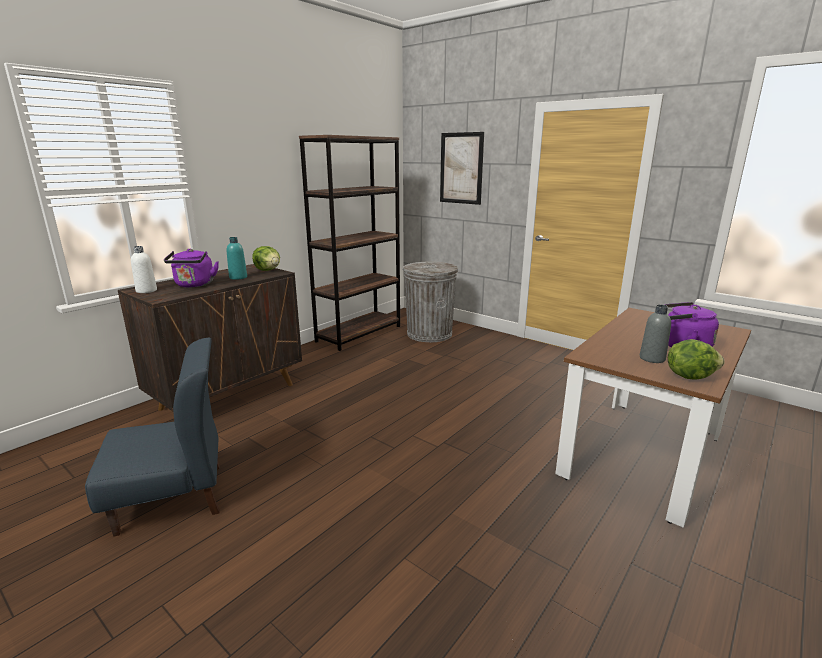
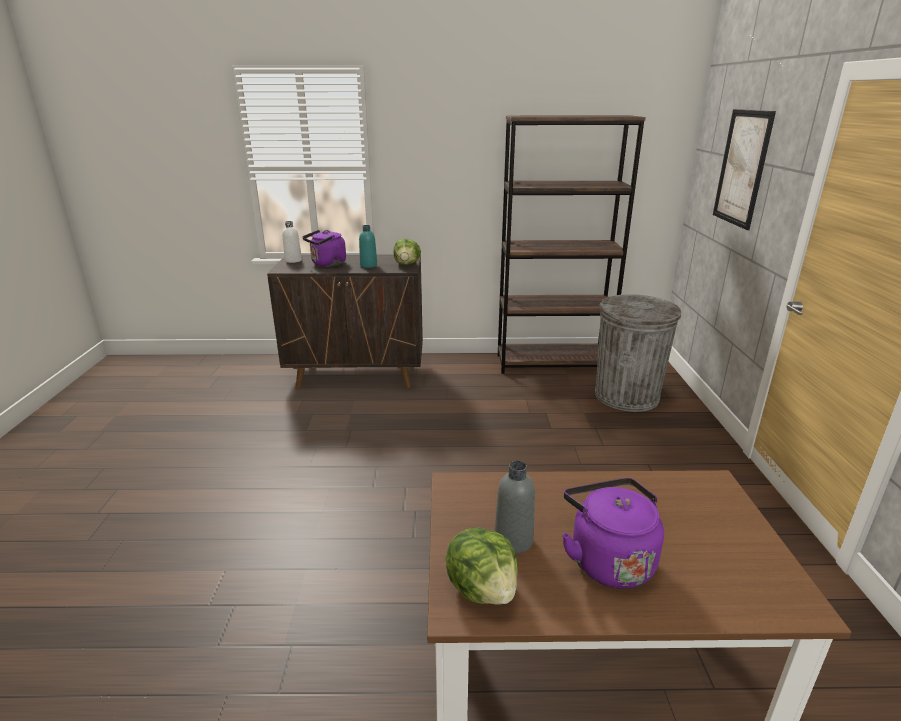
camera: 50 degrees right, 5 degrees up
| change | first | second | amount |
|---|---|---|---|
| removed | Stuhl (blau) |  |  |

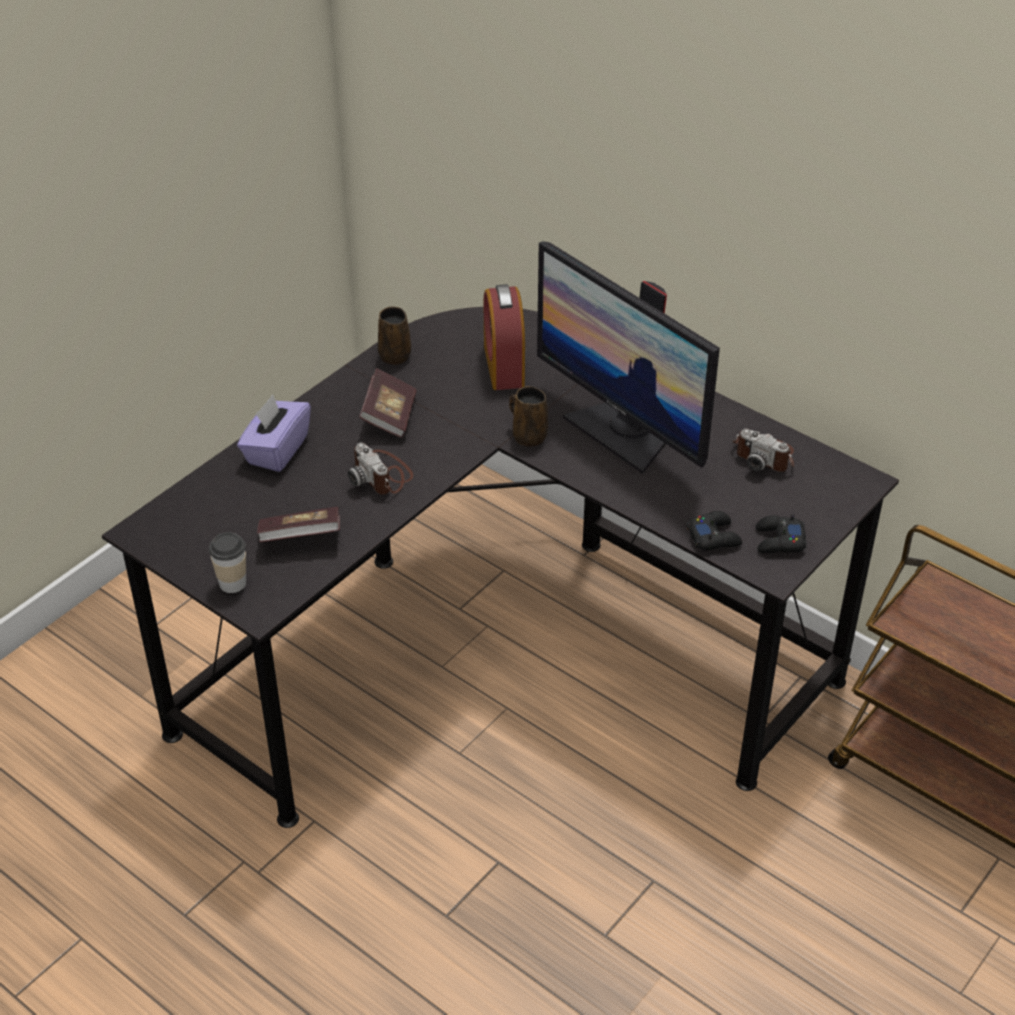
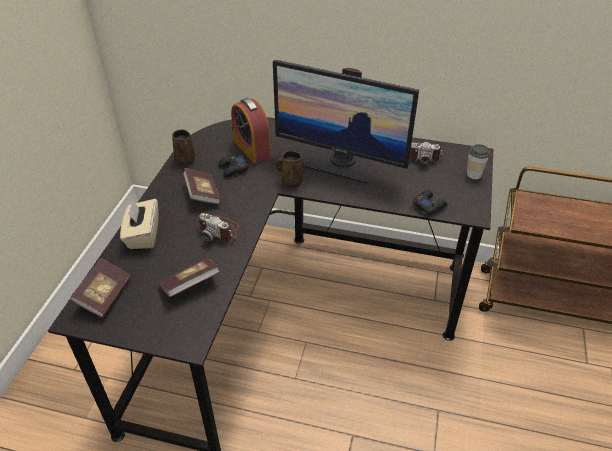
camera: 25 degrees left, 0 degrees up
| change | first | second | amount |
|---|---|---|---|
| added |  | Buch (1st from left) |  |
| recoloured | Taschentuchbox (lila) | Taschentuchbox (beige) |  |
| moved | Gamepad (schwarz) (2nd from left in the first image) | Gamepad (schwarz) (1st from left) |  |
| moved | Tasse |  |  |

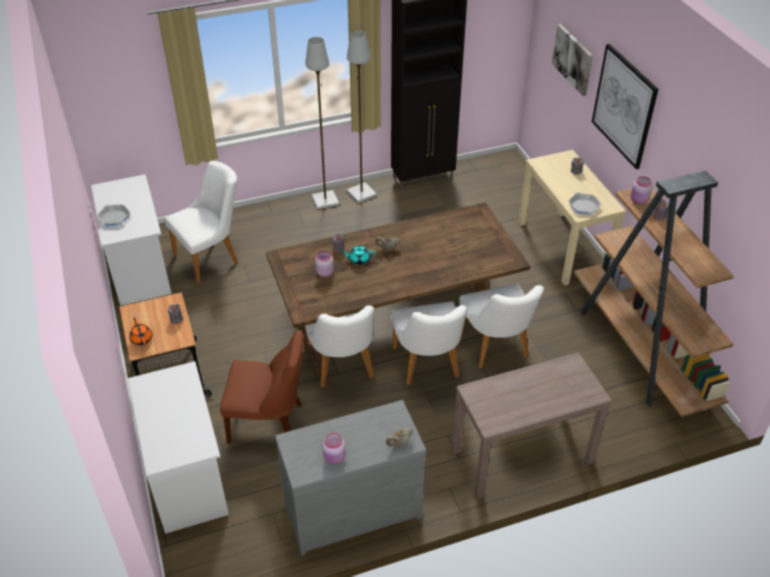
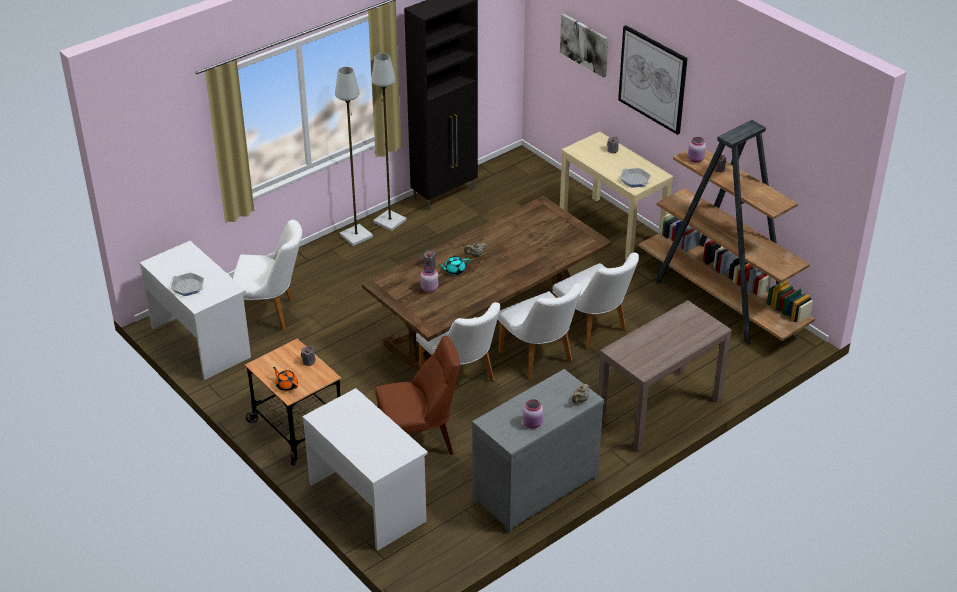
camera: 20 degrees left, 5 degrees down
| change | first | second | amount |
|---|---|---|---|
| turned | Stuhl (weiß) (1st from left) |  | 60 degrees clockwise |

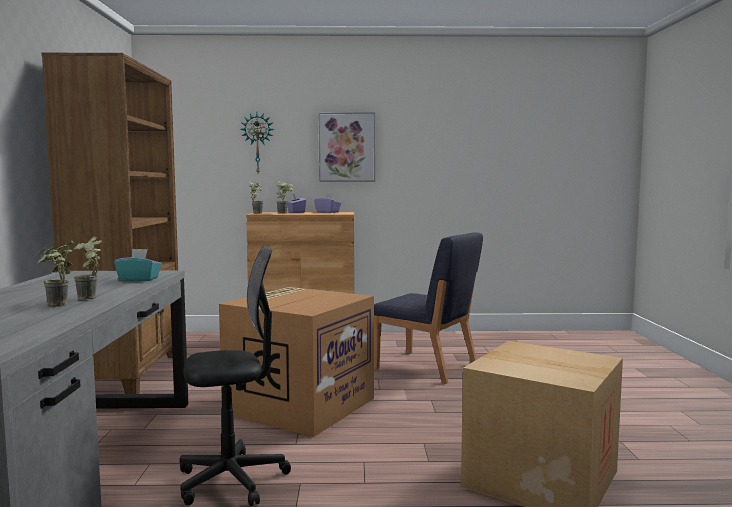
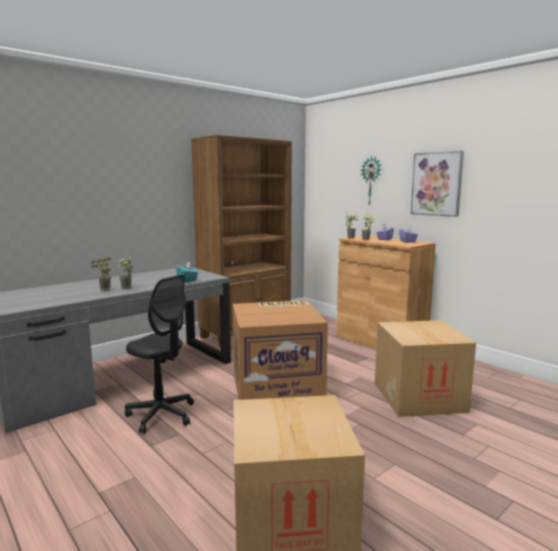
camera: 50 degrees right, 5 degrees up
| change | first | second | amount |
|---|---|---|---|
| replaced | Stuhl (blau) | Karton (3rd from left) |  |

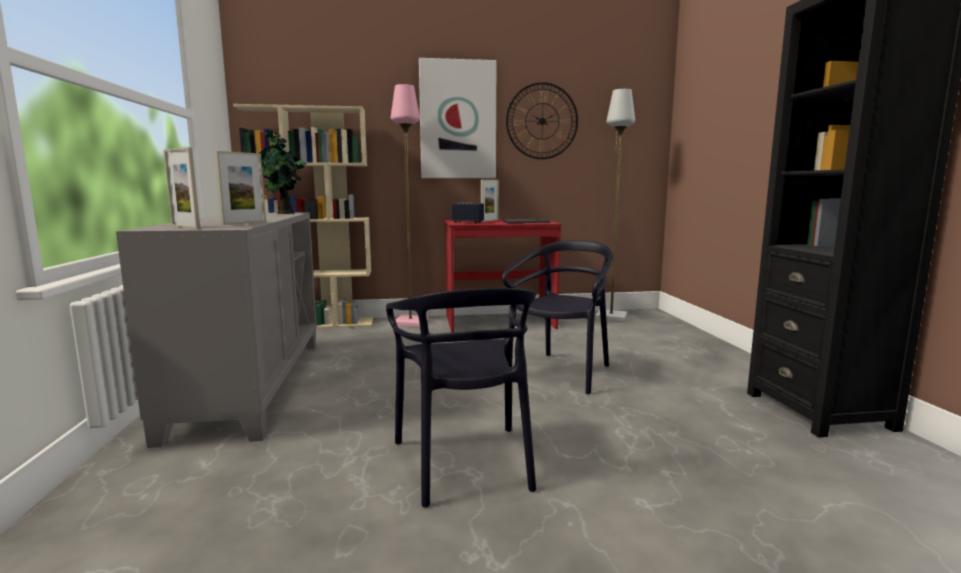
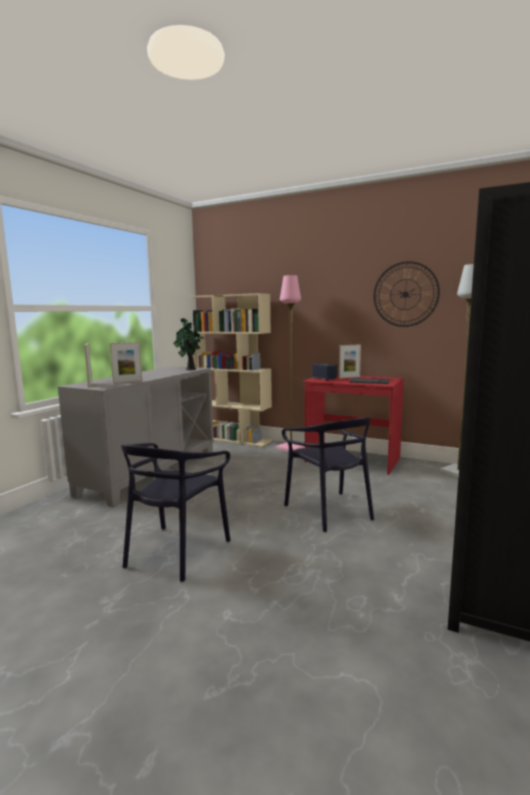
camera: 35 degrees right, 0 degrees up
| change | first | second | amount |
|---|---|---|---|
| turned | Stuhl (schwarz) (2nd from left) |  | 90 degrees clockwise |
| removed | Bild |  |  |

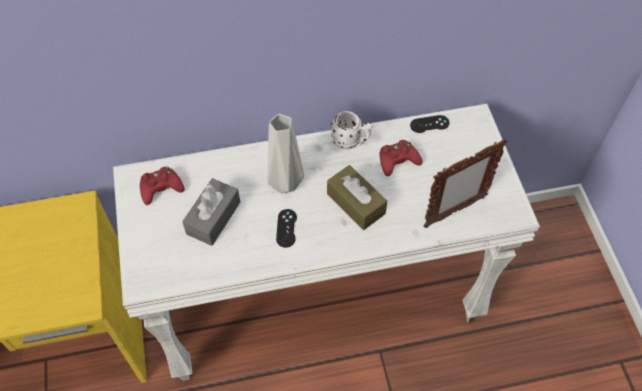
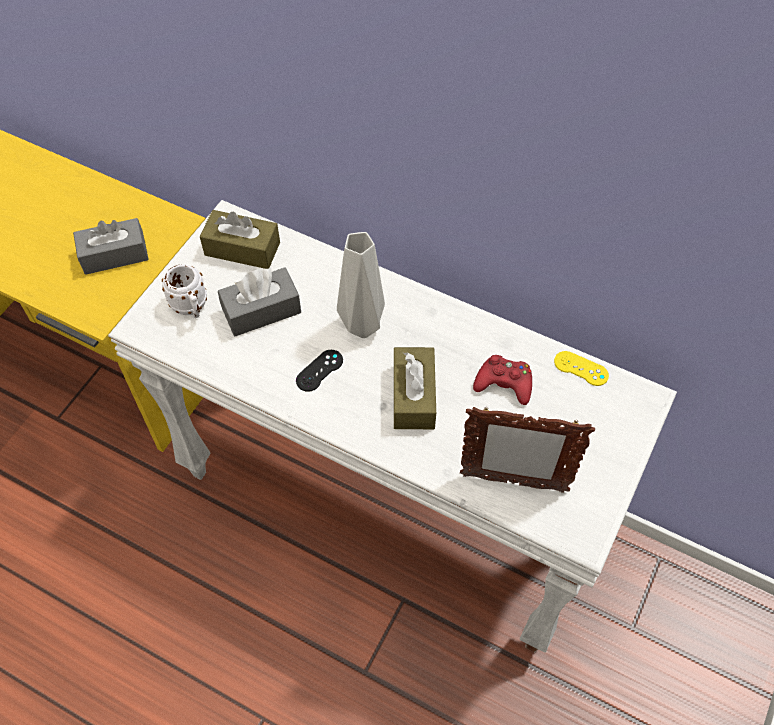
camera: 40 degrees right, 0 degrees up
| change | first | second | amount |
|---|---|---|---|
| added |  | Taschentuchbox (grau) (1st from left) |  |
| moved | Henkelbecher (weiß) |  |  |
| replaced | Gamepad (rot) (1st from left) | Taschentuchbox (braun) (1st from left) |  |
| recoloured | Gamepad (schwarz) (2nd from left) | Gamepad (gelb) |  |

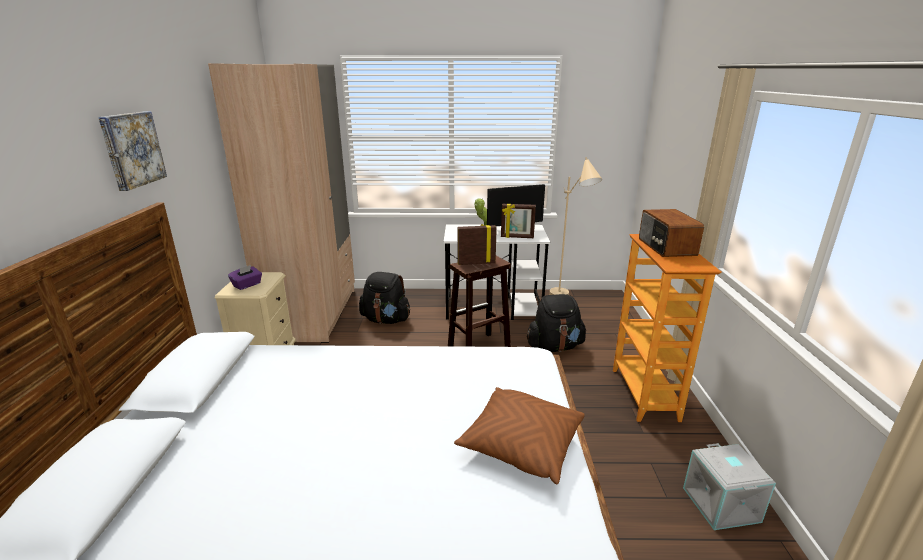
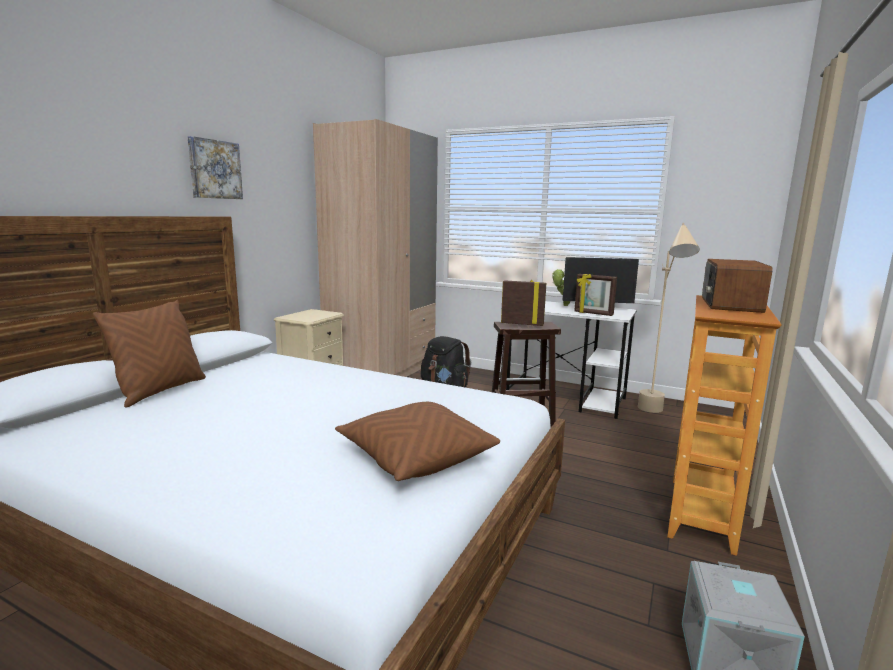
camera: 25 degrees right, 10 degrees down
| change | first | second | amount |
|---|---|---|---|
| added |  | Kissen (braun) (1st from left) |  |
| removed | Taschentuchbox (lila) |  |  |
| removed | Rucksack (schwarz) (2nd from left) |  |  |

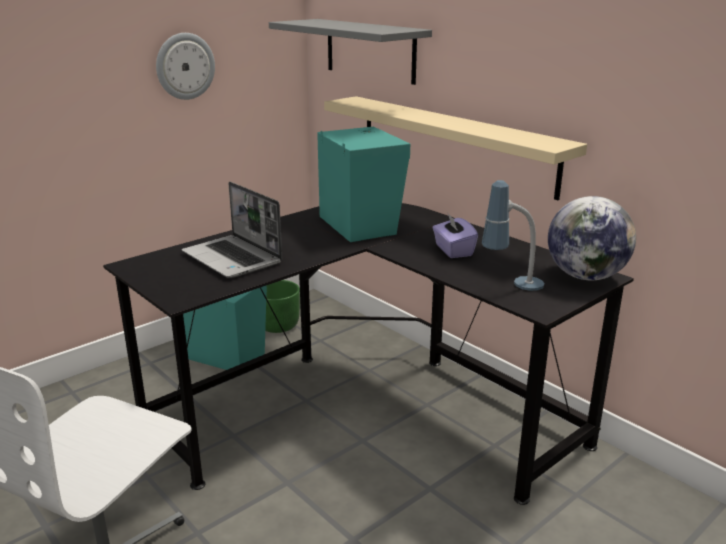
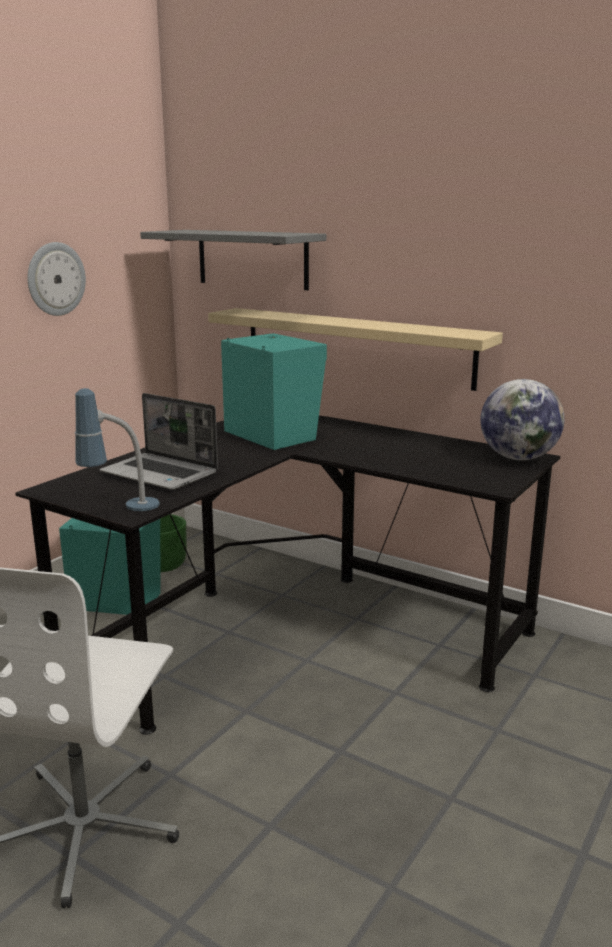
camera: 15 degrees left, 5 degrees down
| change | first | second | amount |
|---|---|---|---|
| moved | Tischlampe |  |  |
| removed | Taschentuchbox (lila) |  |  |

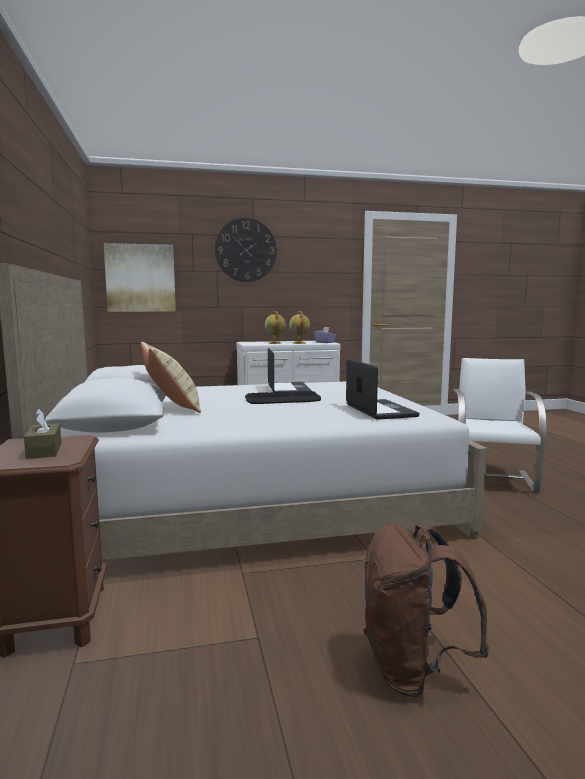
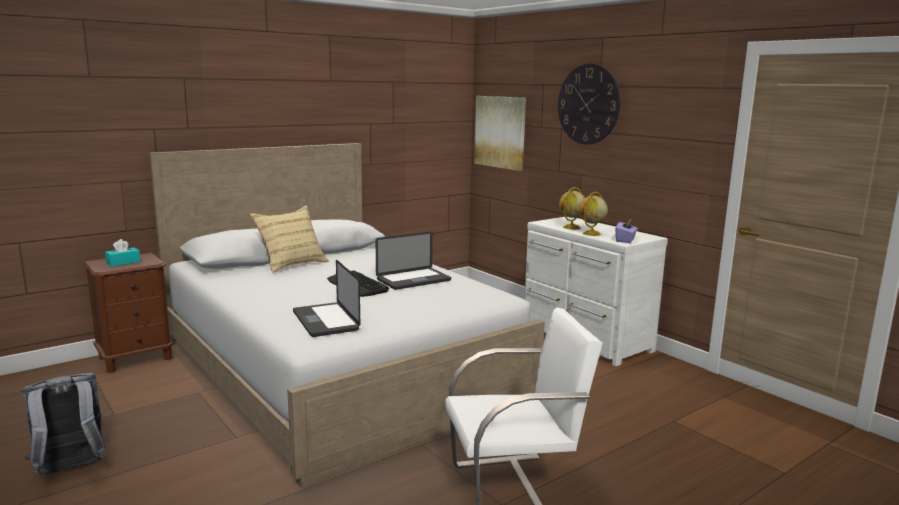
camera: 65 degrees right, 5 degrees up
| change | first | second | amount |
|---|---|---|---|
| recoloured | Rucksack (braun) | Rucksack (grau) |  |
| recoloured | Taschentuchbox (braun) | Taschentuchbox (türkis) |  |
| turned | Laptop (2nd from left in the first image) | Laptop (1st from left) | 105 degrees clockwise |

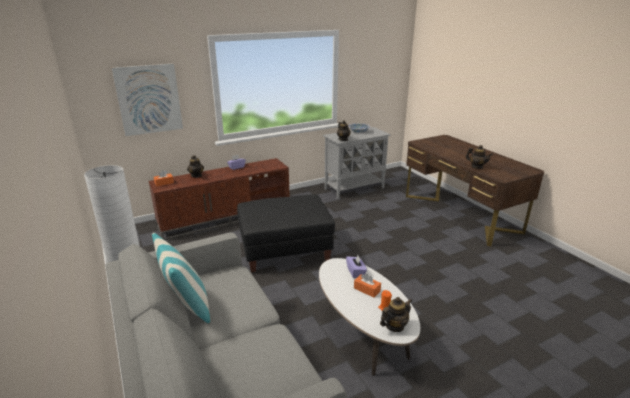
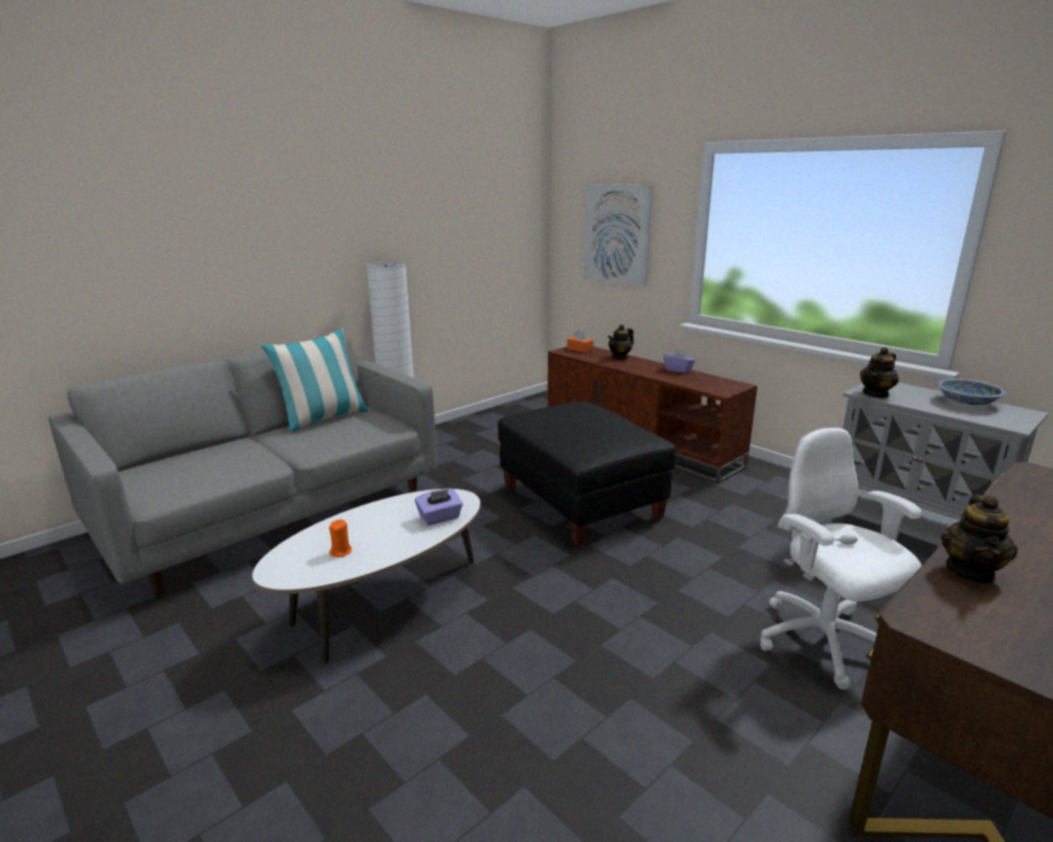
camera: 75 degrees right, 5 degrees down
| change | first | second | amount |
|---|---|---|---|
| added |  | Bürostuhl (weiß) |  |
| removed | Taschentuchbox (orange) (2nd from left) |  |  |
| removed | Teekanne (3rd from left) |  |  |

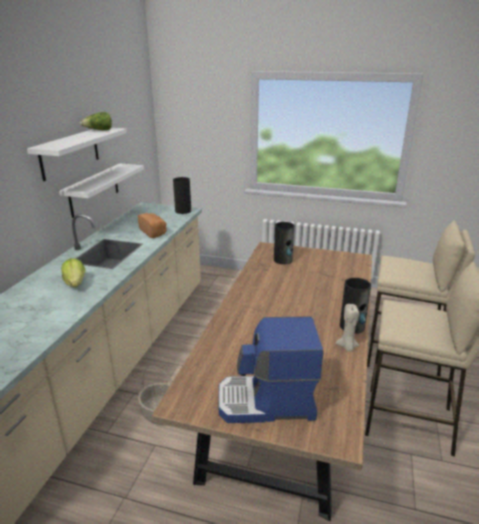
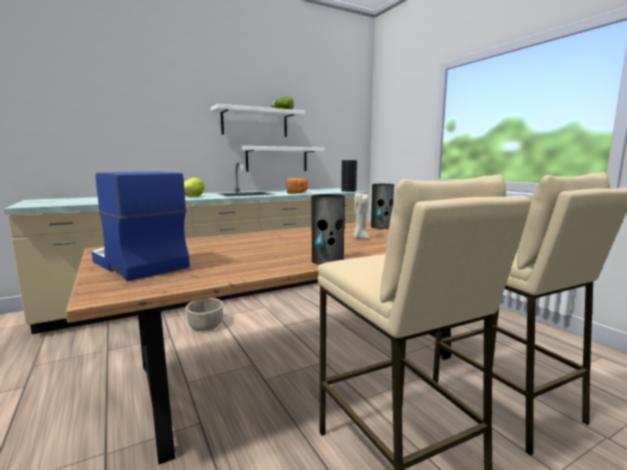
camera: 45 degrees right, 15 degrees down
| change | first | second | amount |
|---|---|---|---|
| moved | Kerze (beige) |  |  |

